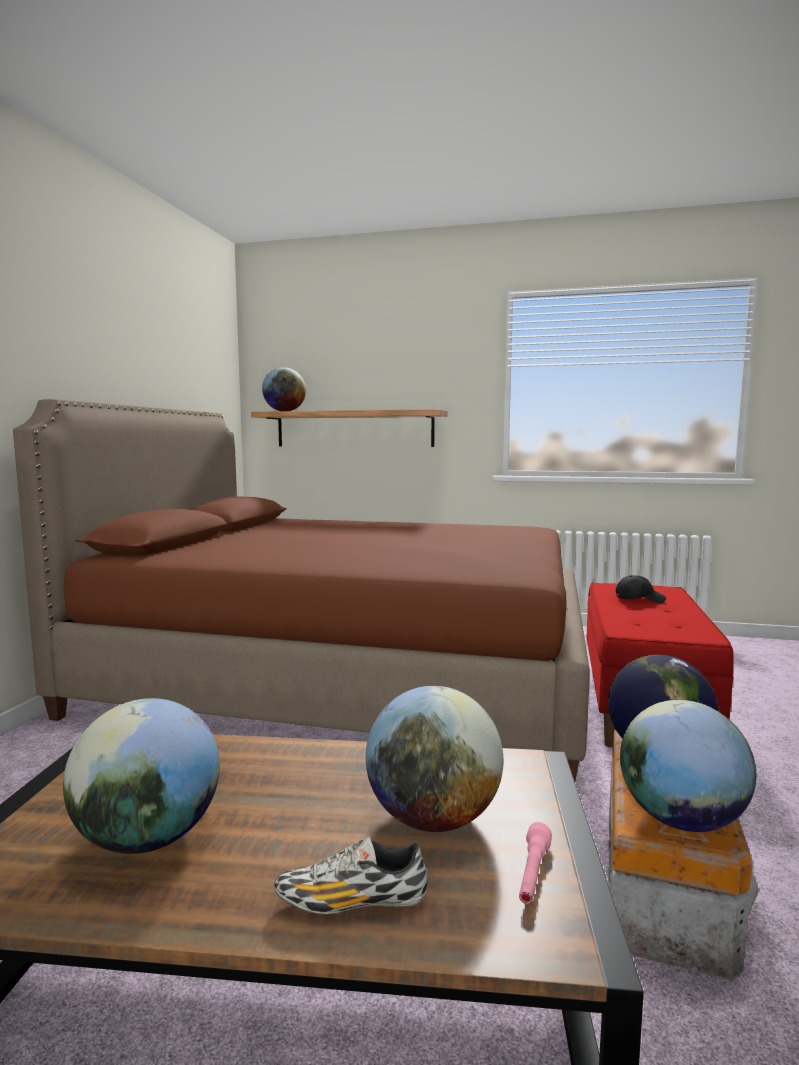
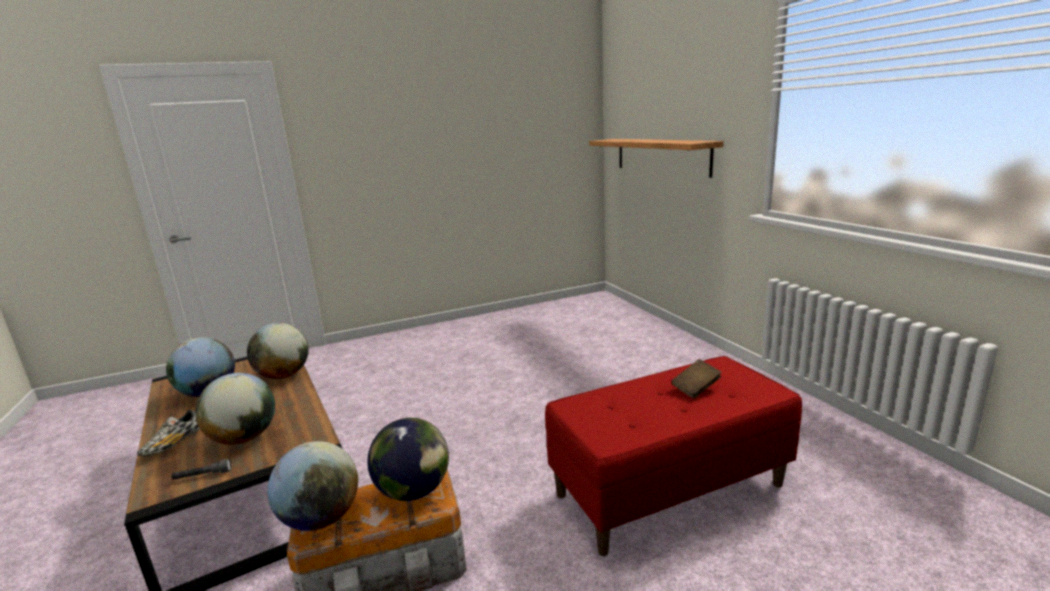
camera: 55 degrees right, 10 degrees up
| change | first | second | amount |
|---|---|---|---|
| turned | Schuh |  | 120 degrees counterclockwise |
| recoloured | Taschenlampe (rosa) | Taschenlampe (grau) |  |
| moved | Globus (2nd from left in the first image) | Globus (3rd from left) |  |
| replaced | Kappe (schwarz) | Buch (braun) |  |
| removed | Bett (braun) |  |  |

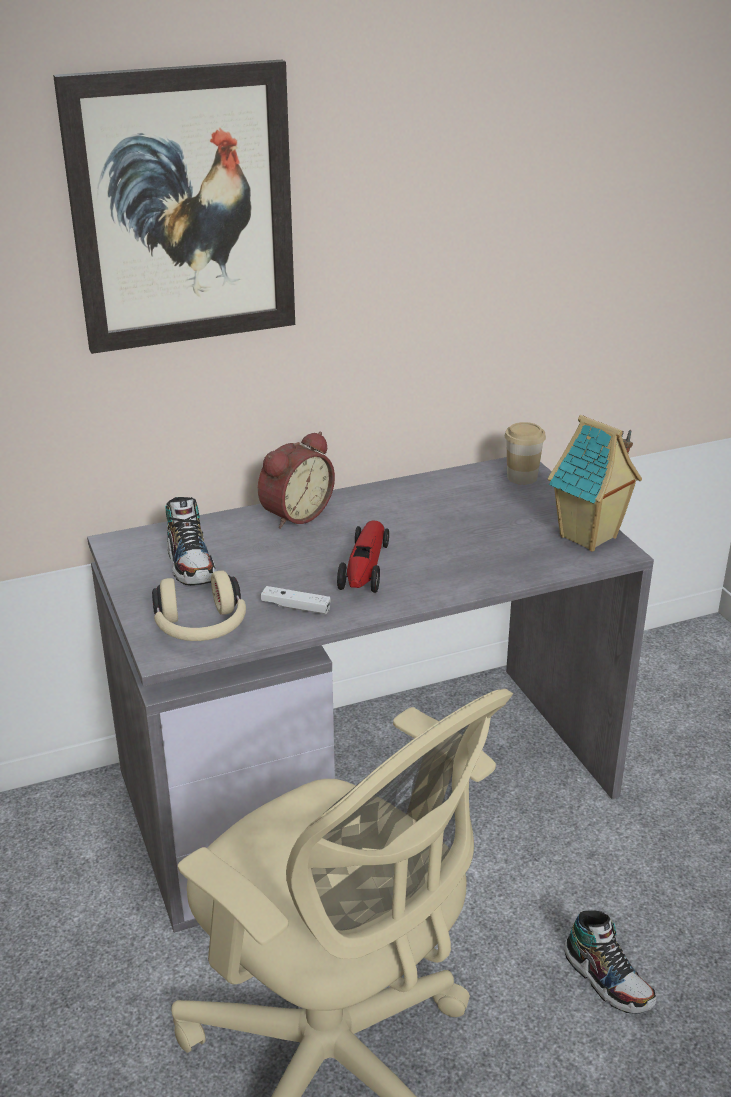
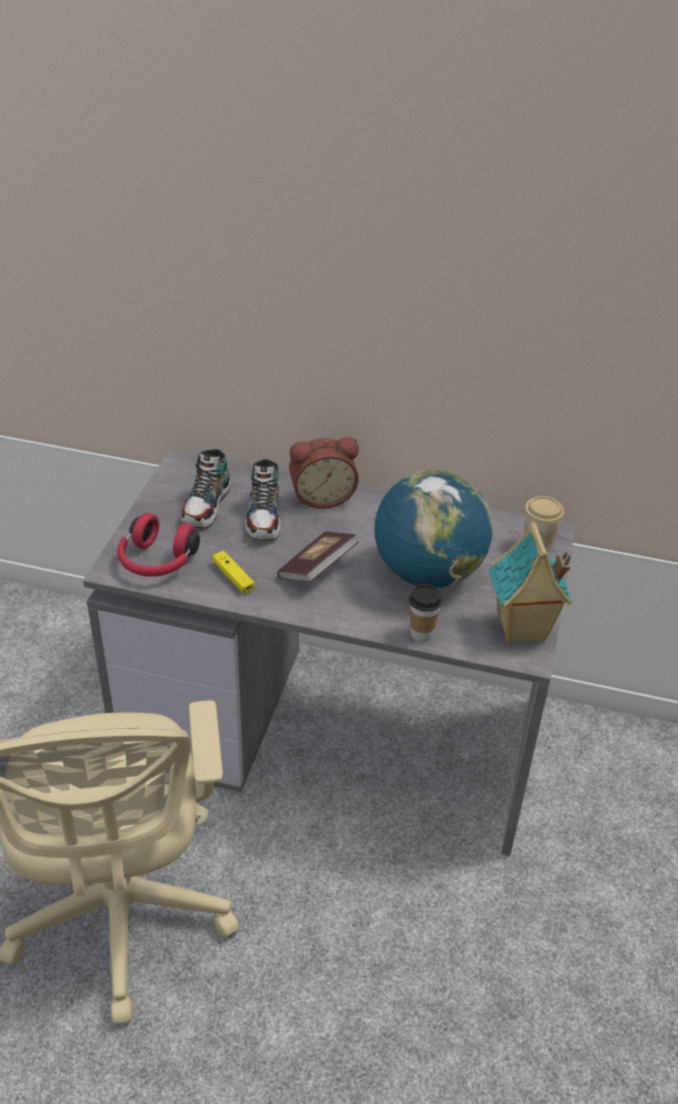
camera: 35 degrees right, 10 degrees up
| change | first | second | amount |
|---|---|---|---|
| recoloured | Kopfhörer (beige) | Kopfhörer (rot) |  |
| recoloured | Gamepad (weiß) | Gamepad (gelb) |  |
| moved | Schuh (2nd from left) |  |  |
| replaced | Spielzeugauto | Buch |  |
| added |  | Globus |  |
| added |  | Tasse (1st from left) |  |
| removed | Bild |  |  |

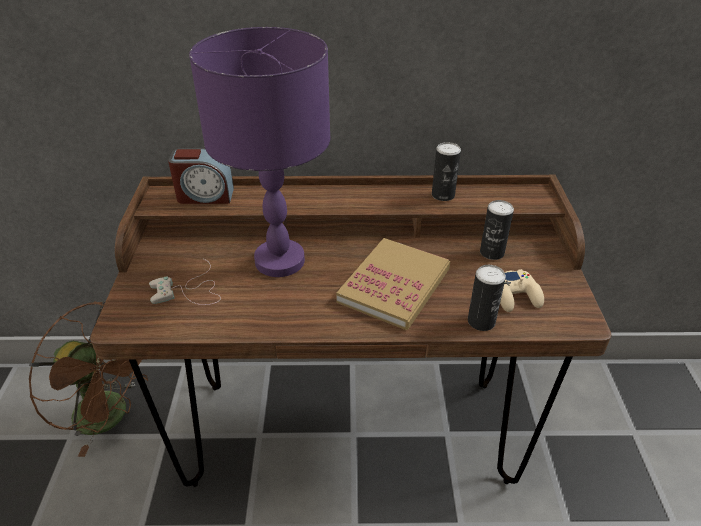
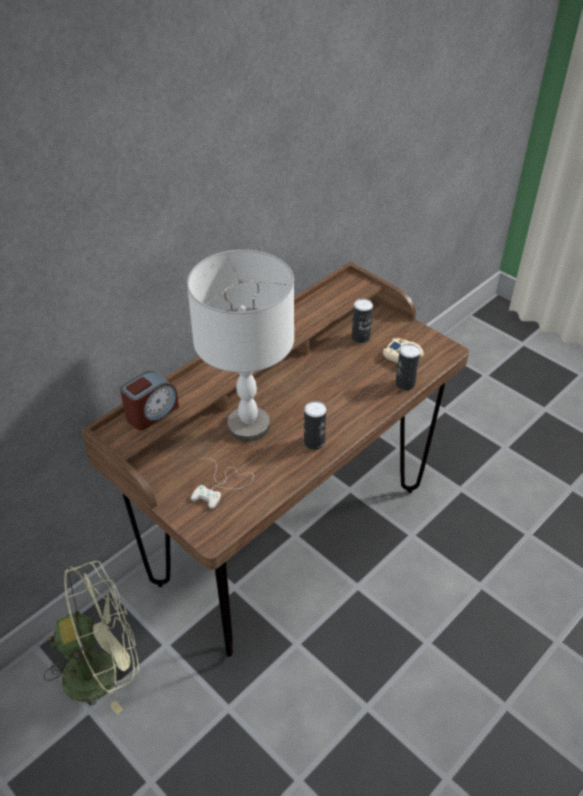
camera: 45 degrees left, 5 degrees up
| change | first | second | amount |
|---|---|---|---|
| recoloured | Ventilator (braun) | Ventilator (grün) |  |
| recoloured | Tischlampe (lila) | Tischlampe (grau) |  |
| moved | Dose (1st from left) |  |  |
| removed | Buch |  |  |

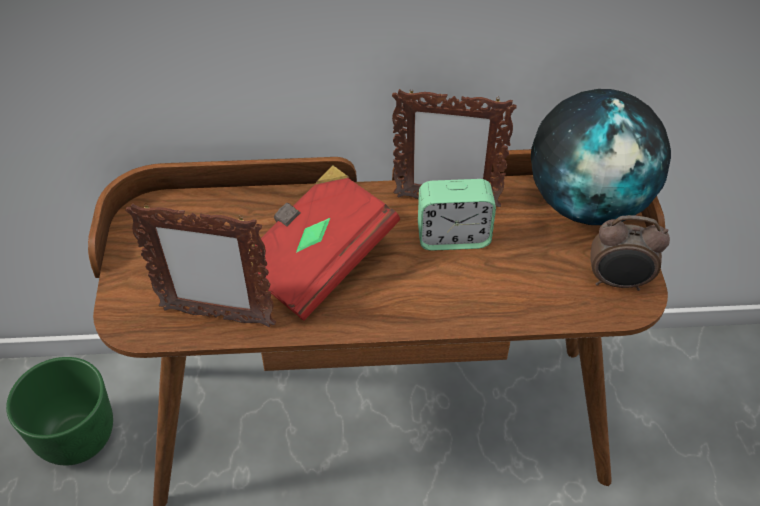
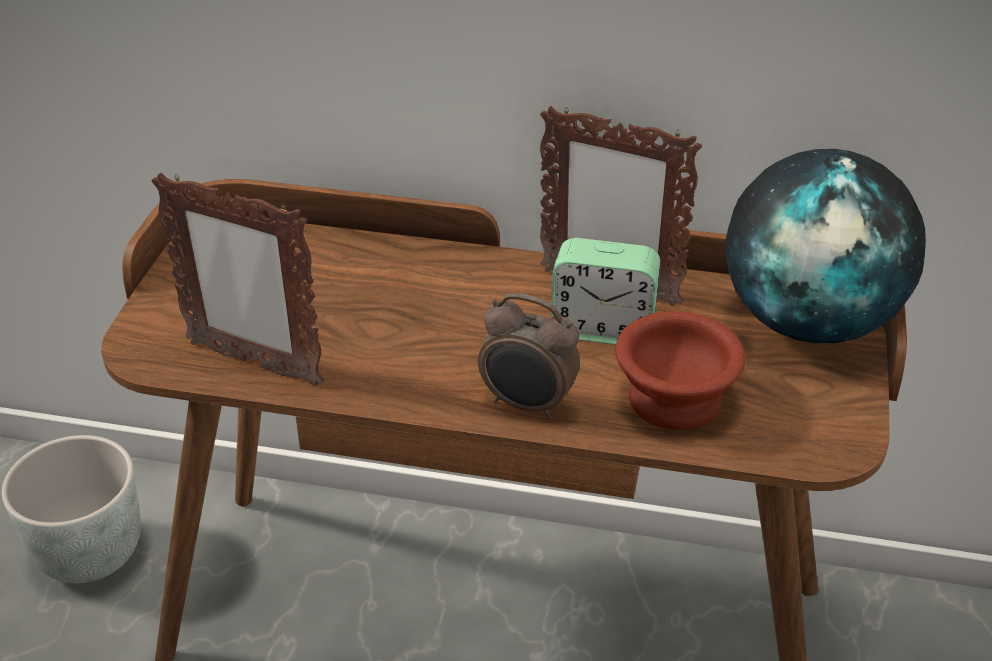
camera: 15 degrees right, 10 degrees down
| change | first | second | amount |
|---|---|---|---|
| recoloured | Pflanzkübel (grün) | Pflanzkübel (grau) |  |
| moved | Wecker (2nd from left in the first image) | Wecker (1st from left) |  |
| added |  | Schüssel (braun) |  |
| removed | Buch (rot) |  |  |

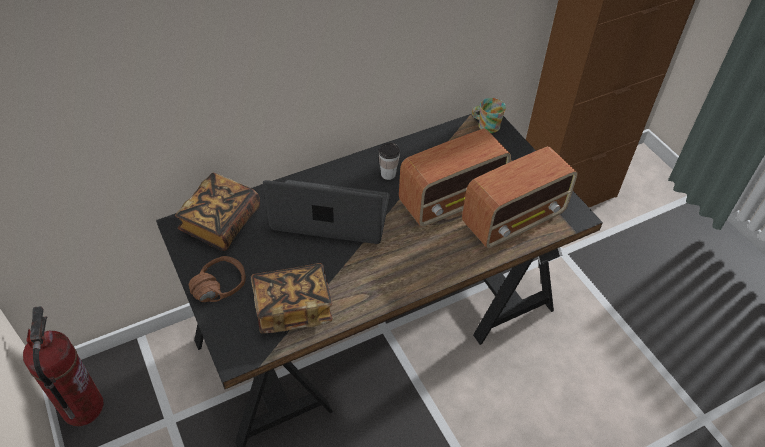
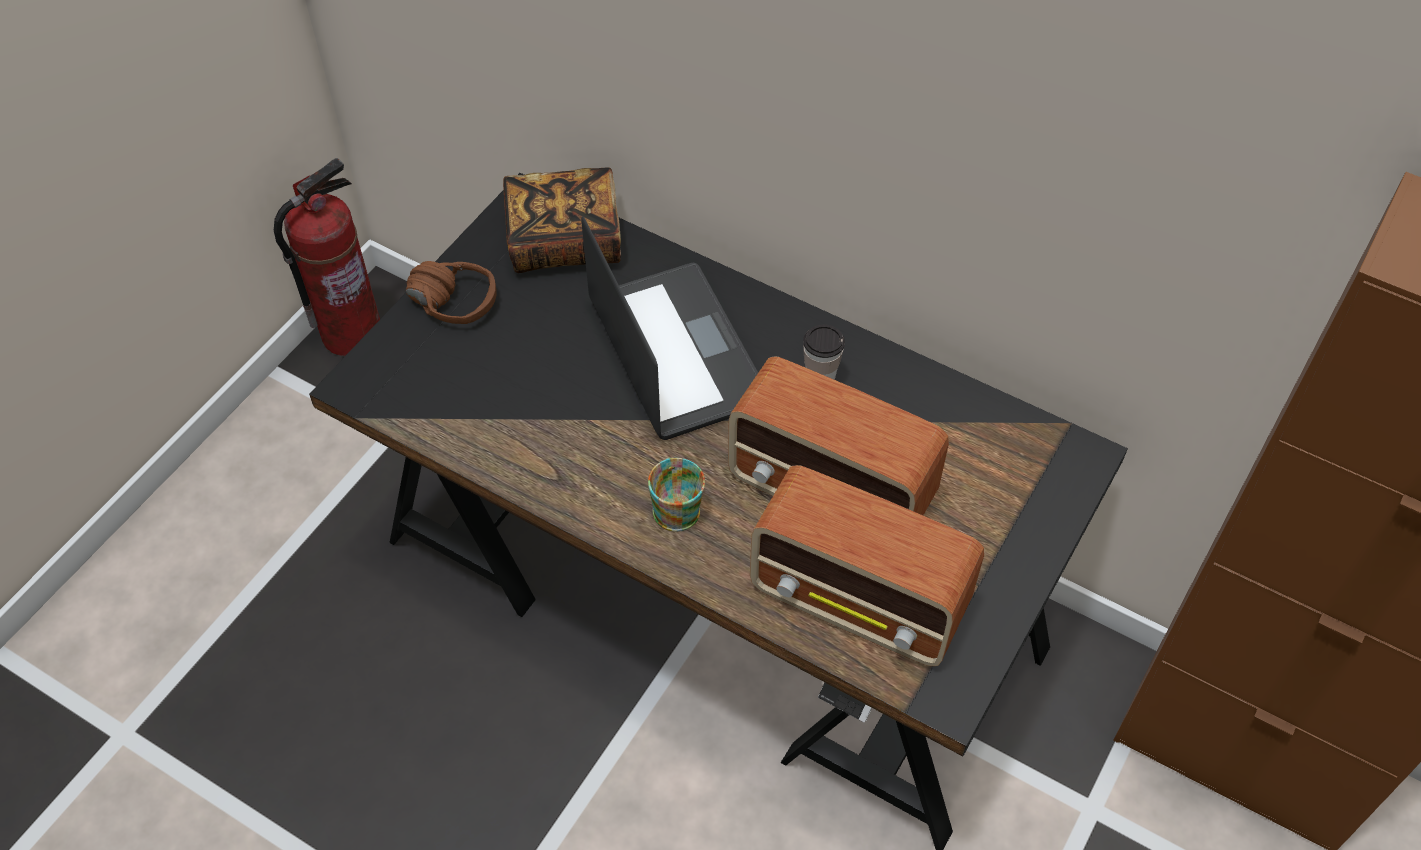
camera: 60 degrees right, 5 degrees up
| change | first | second | amount |
|---|---|---|---|
| moved | Henkelbecher |  |  |
| removed | Buch (2nd from left) |  |  |

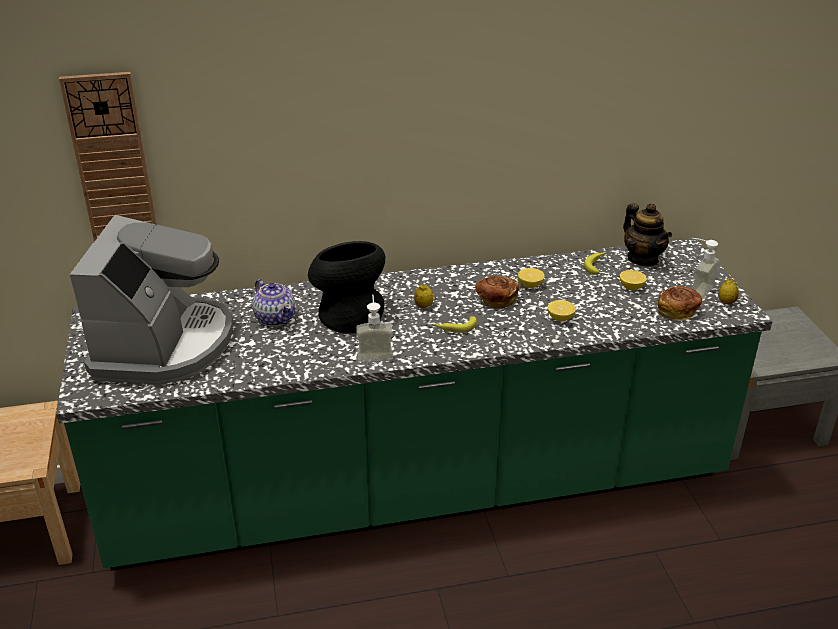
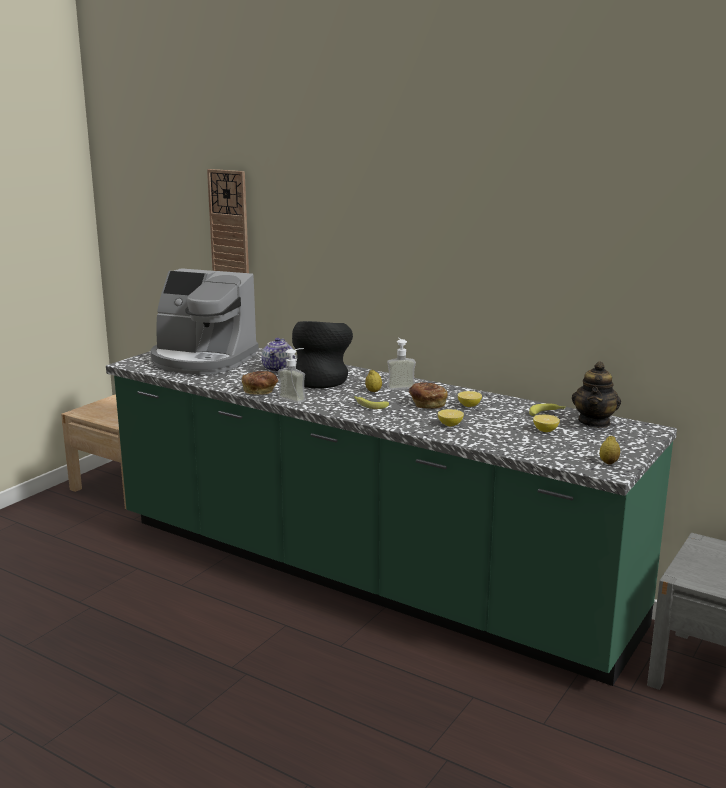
camera: 45 degrees right, 15 degrees down
| change | first | second | amount |
|---|---|---|---|
| turned | Kaffeemaschine |  | 60 degrees clockwise |
| moved | Brot (2nd from left in the first image) | Brot (1st from left) |  |
| moved | Seifenspender (2nd from left) |  |  |

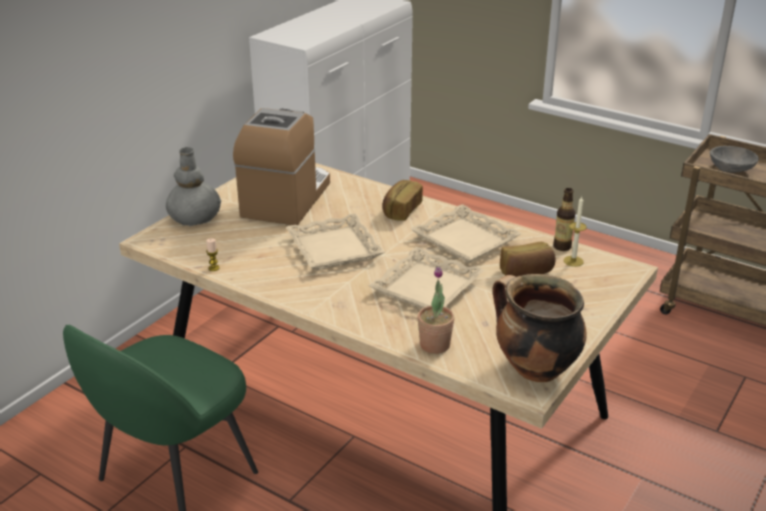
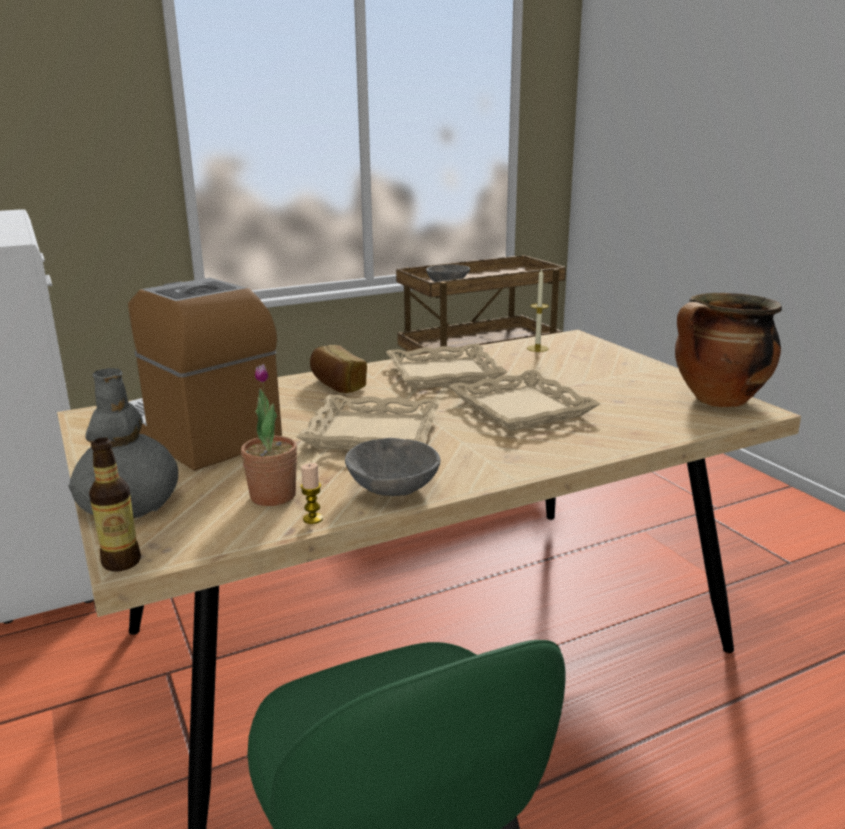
camera: 60 degrees left, 10 degrees down
| change | first | second | amount |
|---|---|---|---|
| moved | Flasche |  |  |
| moved | Topfpflanze |  |  |
| added |  | Schüssel (grau) (1st from left) |  |
| removed | Brot (2nd from left) |  |  |

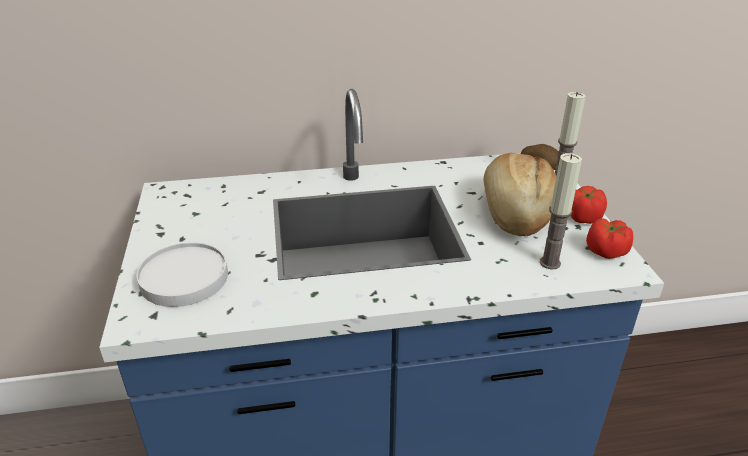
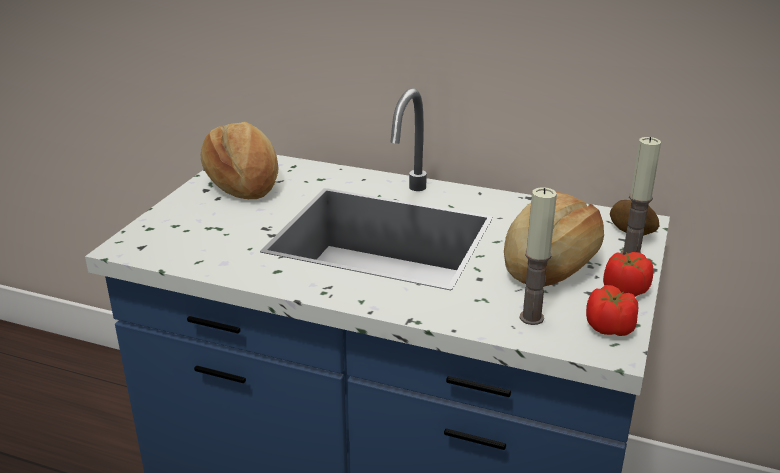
camera: 30 degrees right, 5 degrees down
| change | first | second | amount |
|---|---|---|---|
| added |  | Brot (1st from left) |  |
| removed | Teller (weiß) |  |  |

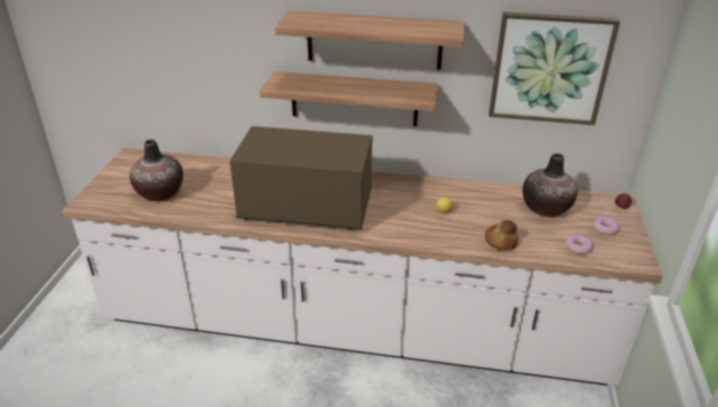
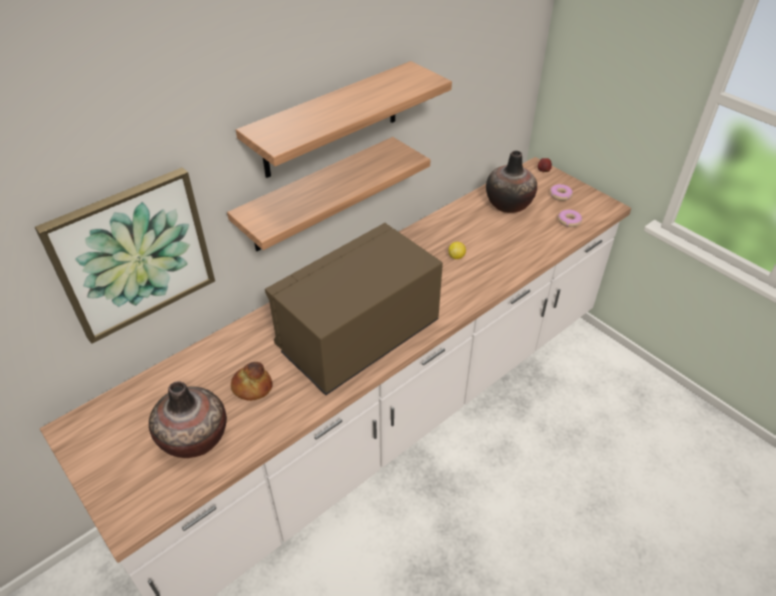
camera: 50 degrees left, 10 degrees up
| change | first | second | amount |
|---|---|---|---|
| moved | Bild |  |  |
| moved | Brot |  |  |

